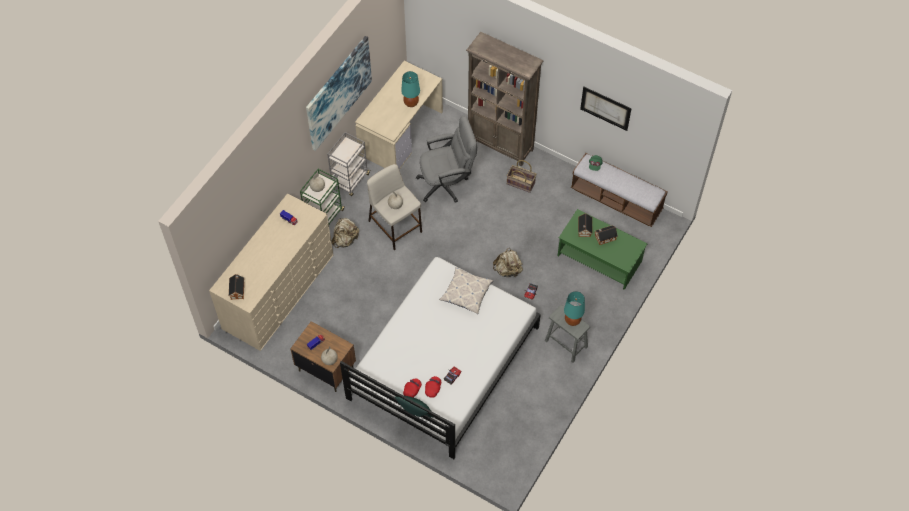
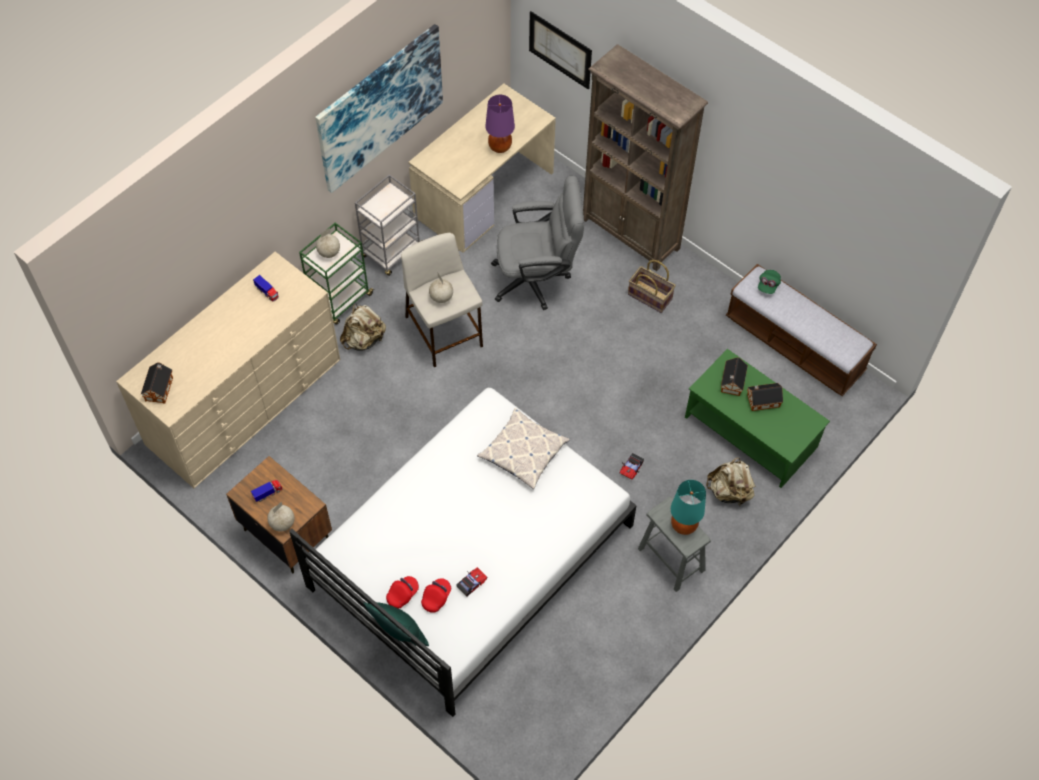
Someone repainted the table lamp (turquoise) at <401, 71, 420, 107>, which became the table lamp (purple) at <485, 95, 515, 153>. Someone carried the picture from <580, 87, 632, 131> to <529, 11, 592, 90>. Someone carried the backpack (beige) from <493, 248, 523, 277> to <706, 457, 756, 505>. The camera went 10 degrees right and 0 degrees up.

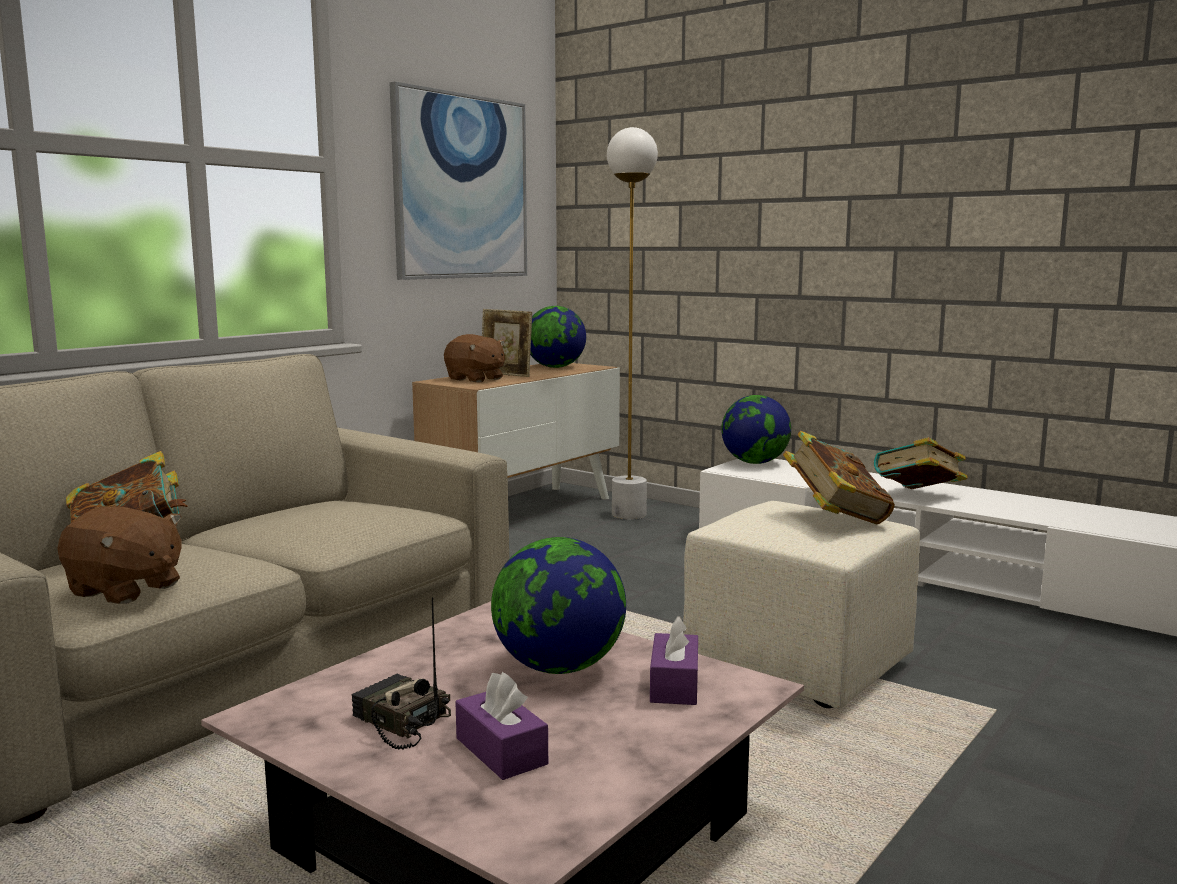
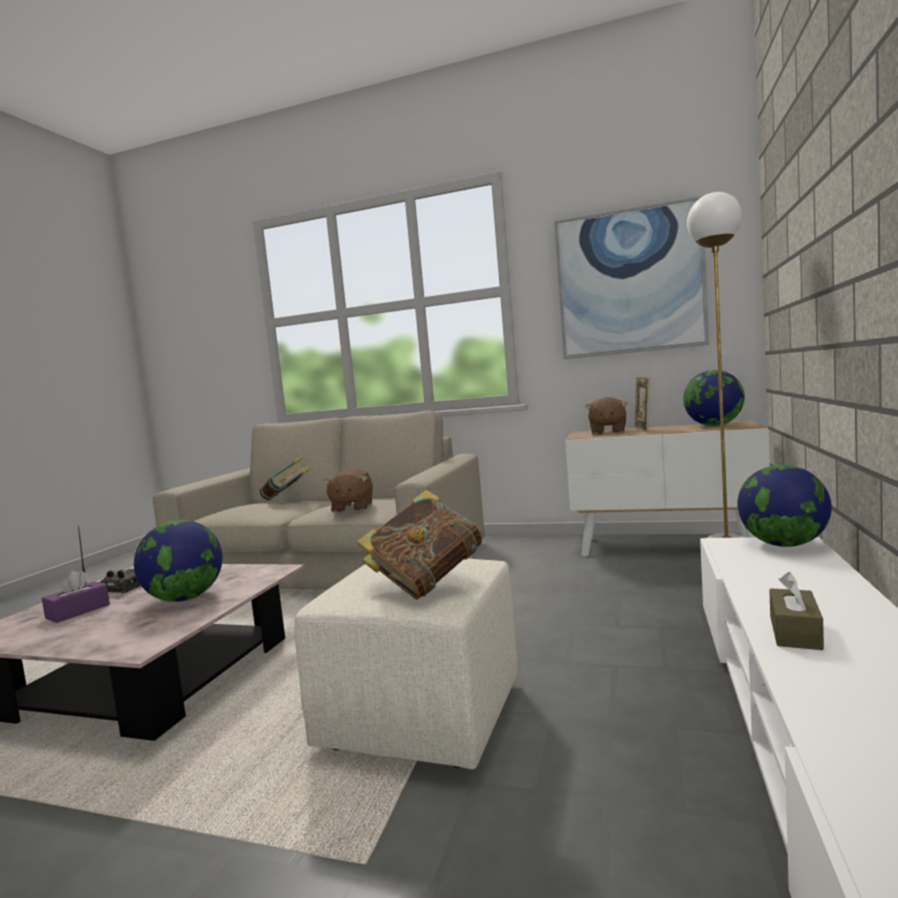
Someone carried the plush toy (brown) from <57, 506, 182, 604> to <323, 468, 373, 513>. Someone swapped the book at <874, 437, 968, 489> for the tissue box (brown) at <769, 572, 824, 650>. Someone took away the tissue box (purple) at <650, 616, 698, 705>. The camera went 70 degrees right and 5 degrees down.

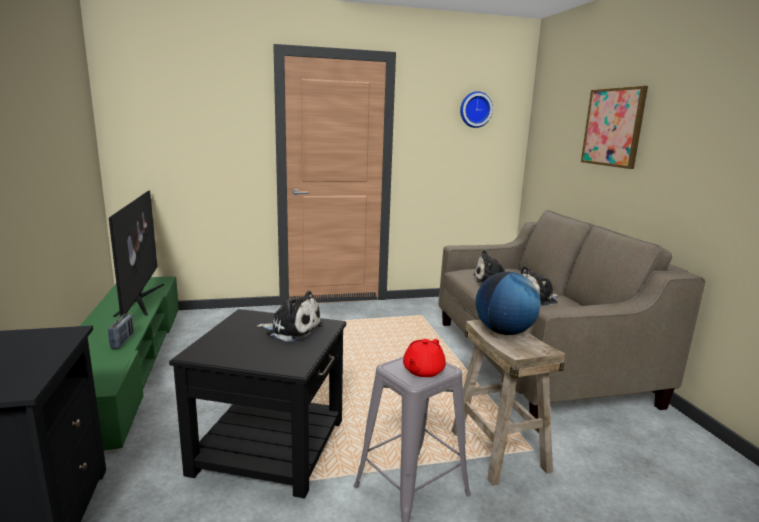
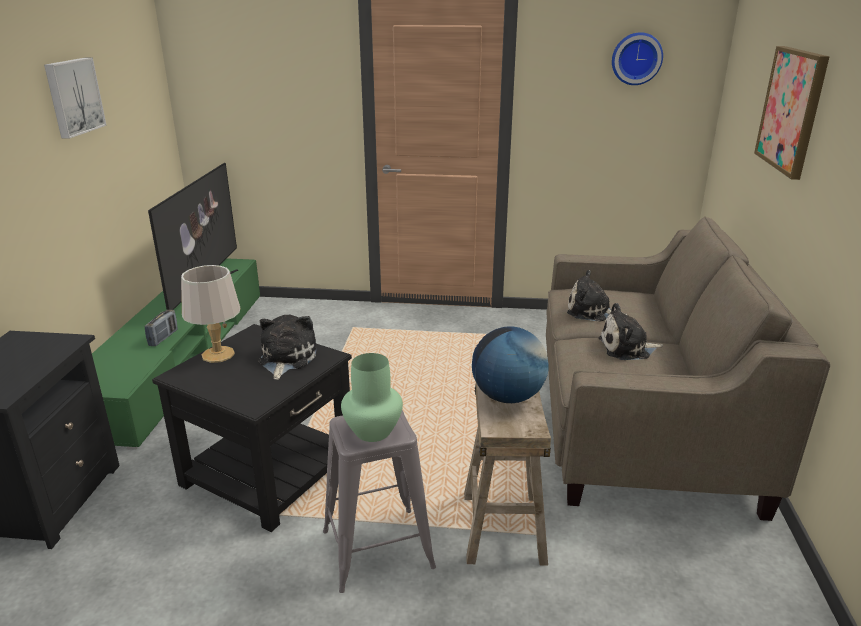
Someone put up the picture at <44, 58, 107, 139>. Someone put down the table lamp (grey) at <181, 265, 240, 363>. Someone rotated the plush toy at <257, 291, 322, 341> by 120 degrees counterclockwise. Someone swapped the teapot (red) at <403, 339, 446, 377> for the vase (green) at <341, 353, 403, 442>. The camera went 20 degrees right and 10 degrees up.

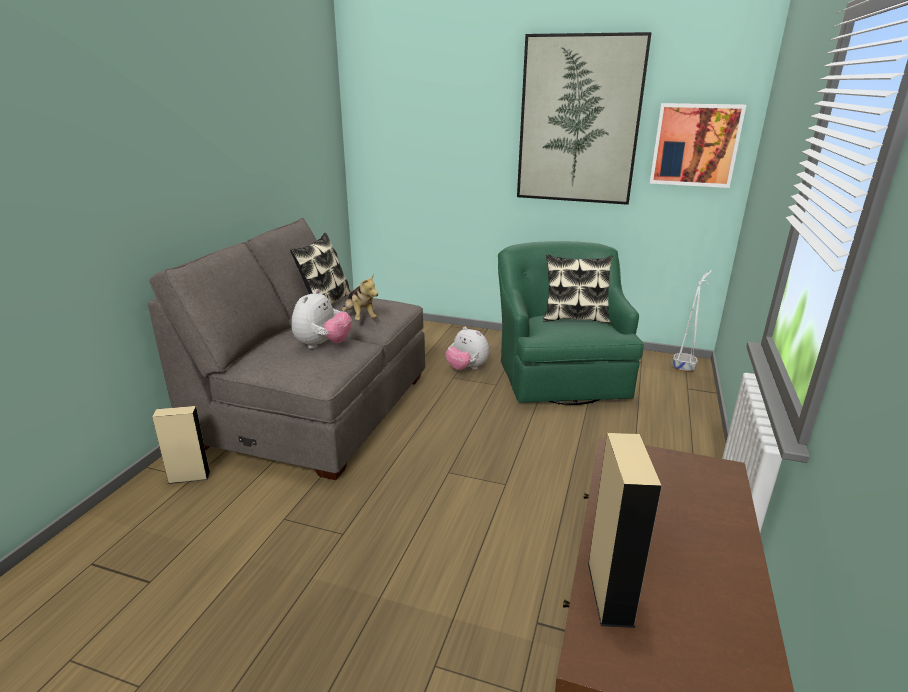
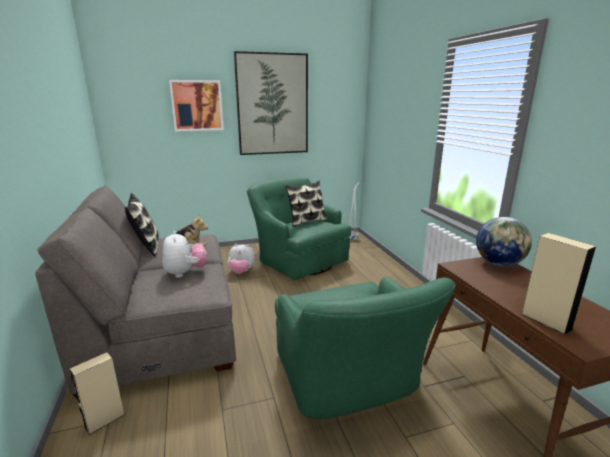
Someone carried the picture from <650, 103, 746, 188> to <169, 80, 224, 131>. Someone put down the armchair (green) at <275, 276, 455, 419>. Someone put down the globe at <476, 217, 532, 266>. The camera went 35 degrees left and 5 degrees down.

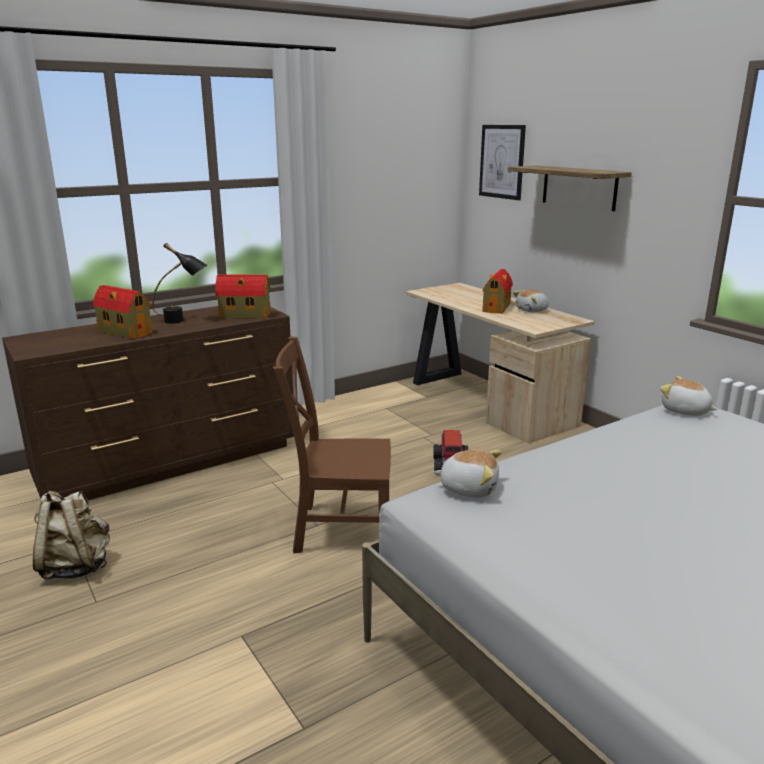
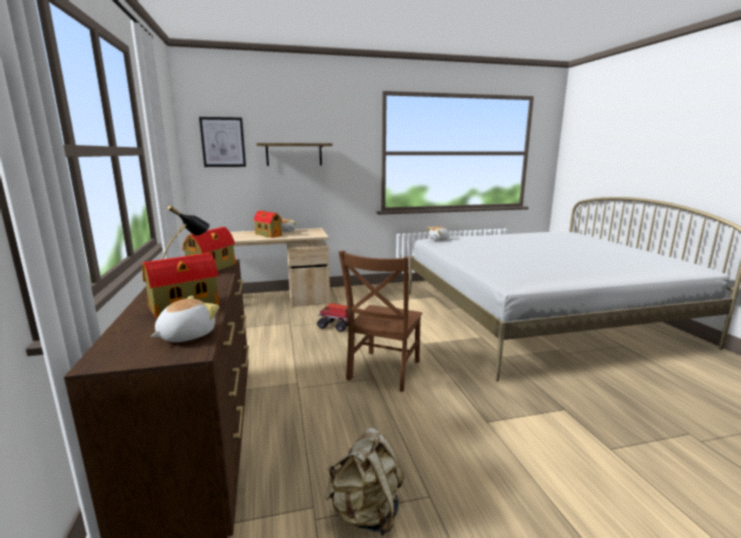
Someone carried the plush toy from <434, 450, 502, 498> to <151, 295, 219, 342>. The camera went 70 degrees left and 5 degrees down.

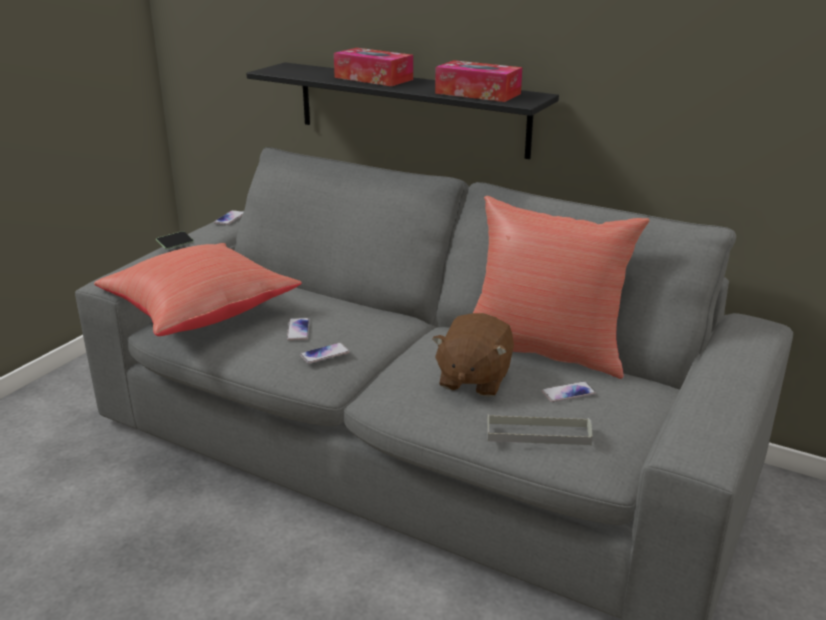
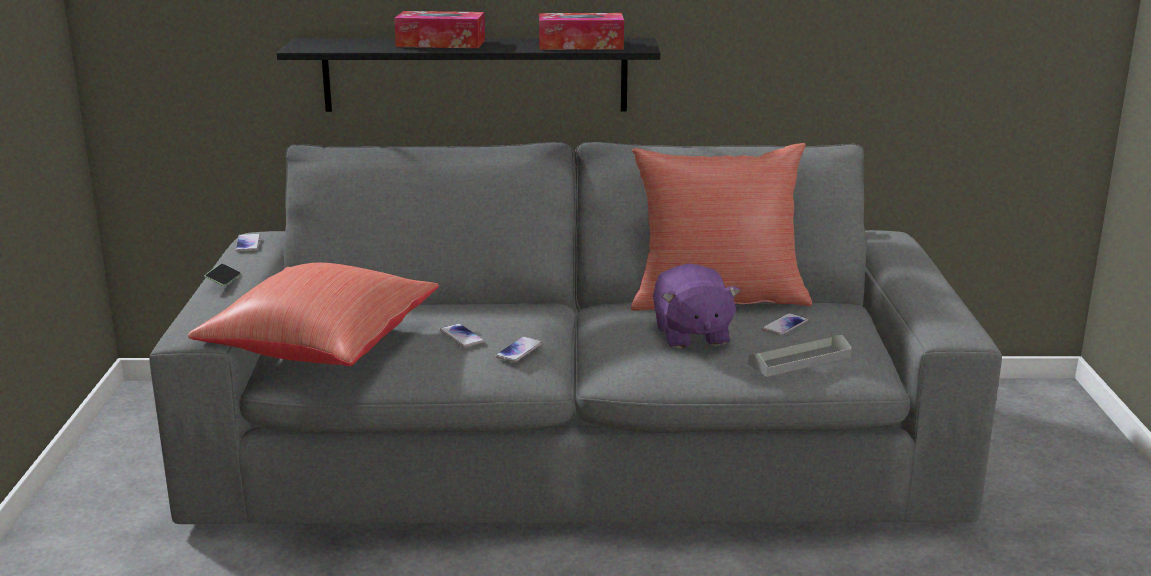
Someone repainted the plush toy (brown) at <432, 313, 514, 397>, which became the plush toy (purple) at <653, 264, 741, 349>. The camera went 30 degrees left and 5 degrees down.

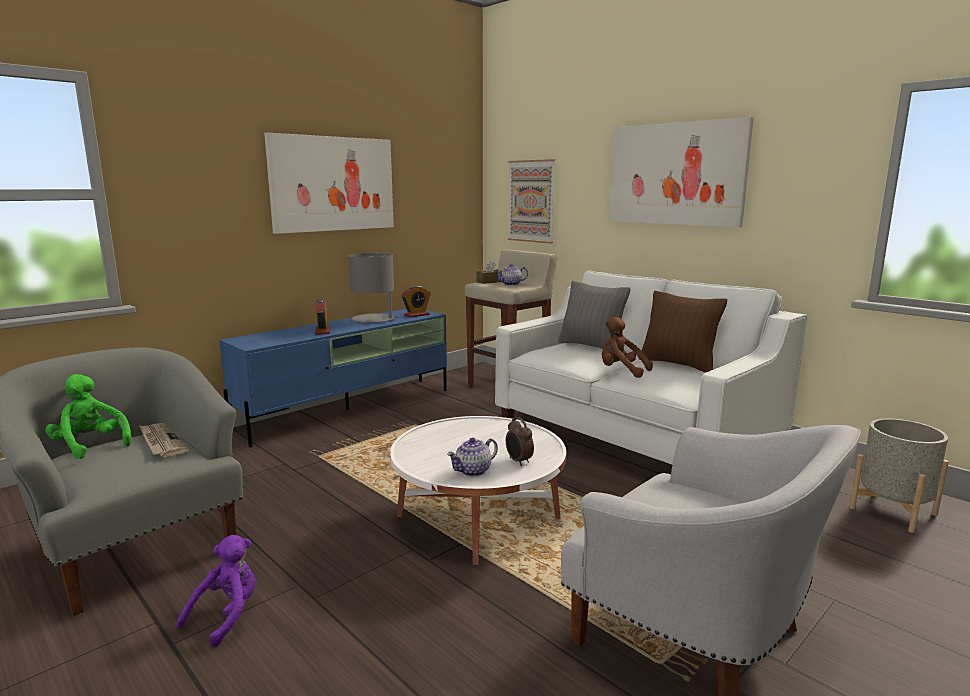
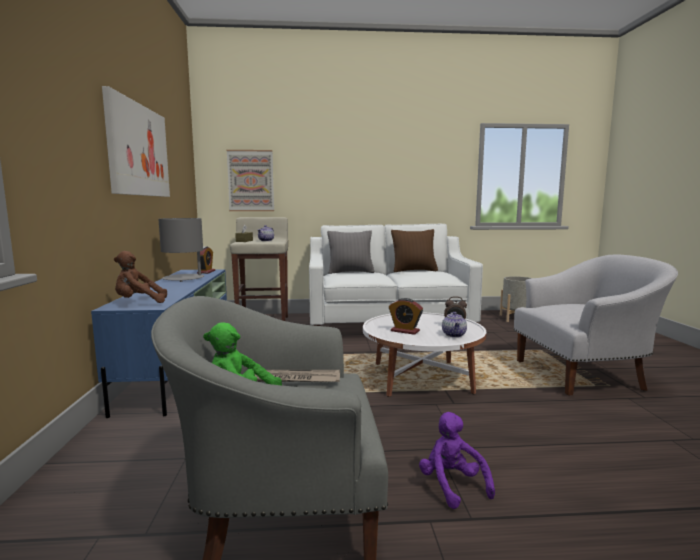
Someone carried the plush toy (brown) from <602, 317, 653, 378> to <114, 251, 167, 303>. Someone carried the alarm clock from <315, 298, 331, 335> to <389, 298, 423, 335>. Someone took away the picture at <609, 117, 754, 228>. The camera went 50 degrees left and 5 degrees down.

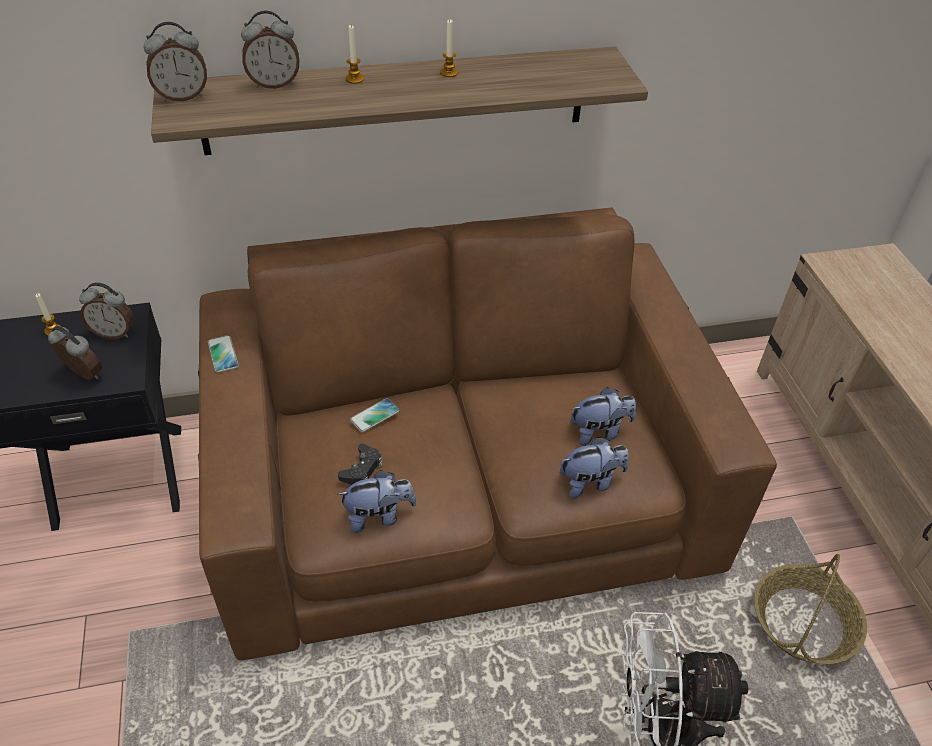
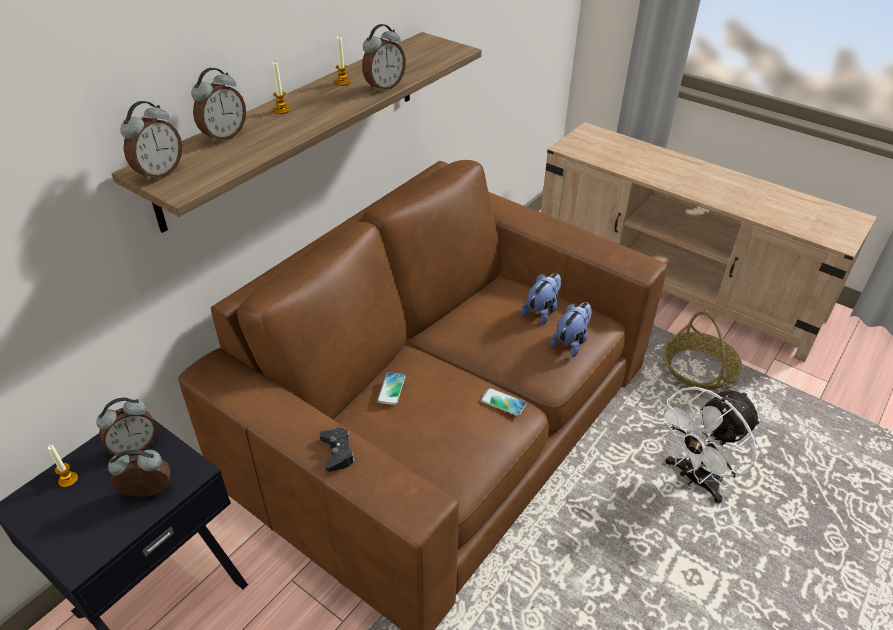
Someone carried the game controller (black) from <338, 443, 383, 485> to <320, 428, 355, 472>. Someone put down the alarm clock at <362, 24, 406, 92>. Someone carried the phone from <208, 335, 239, 373> to <481, 388, 527, 416>. Someone took away the plush toy at <337, 470, 417, 533>. The camera went 40 degrees left and 5 degrees down.

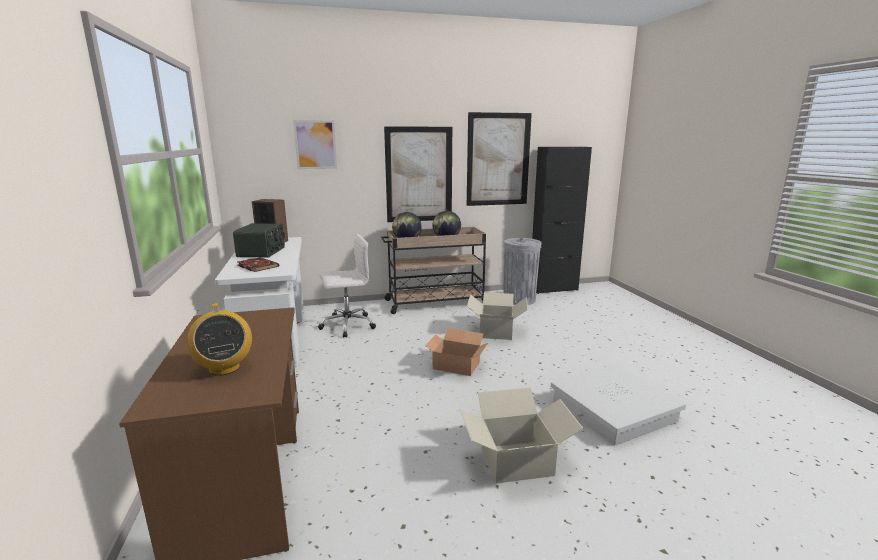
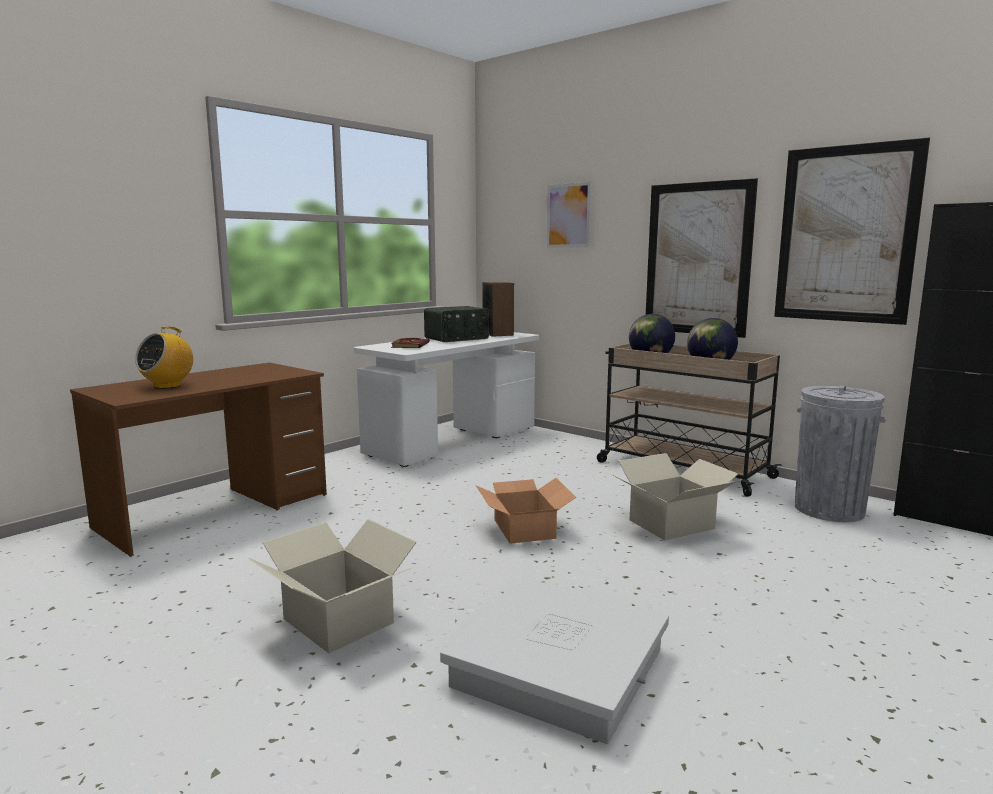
Someone took away the office chair (white) at <318, 234, 376, 338>. The camera went 55 degrees right and 5 degrees down.

